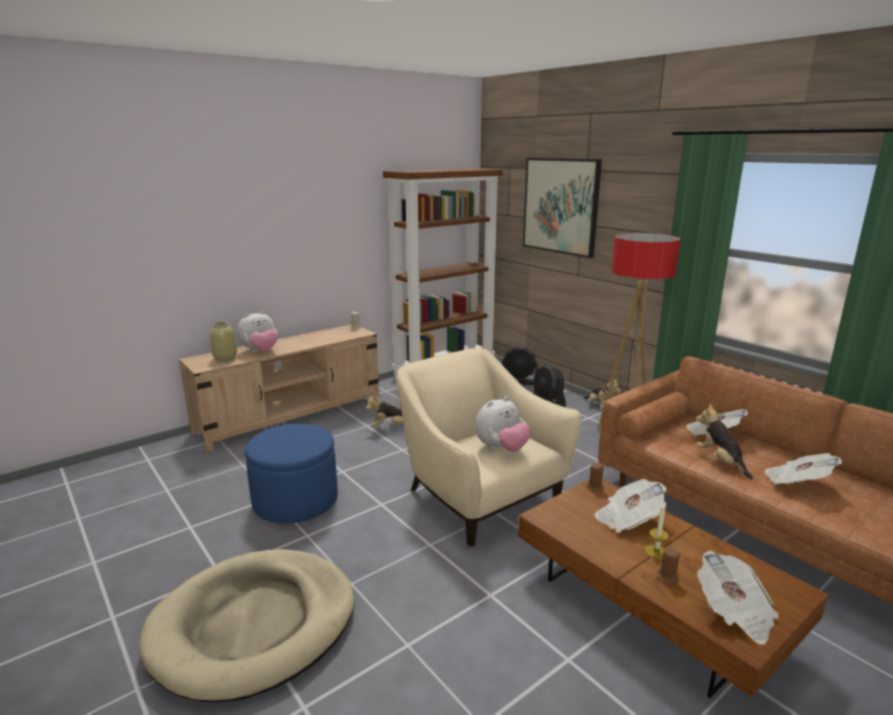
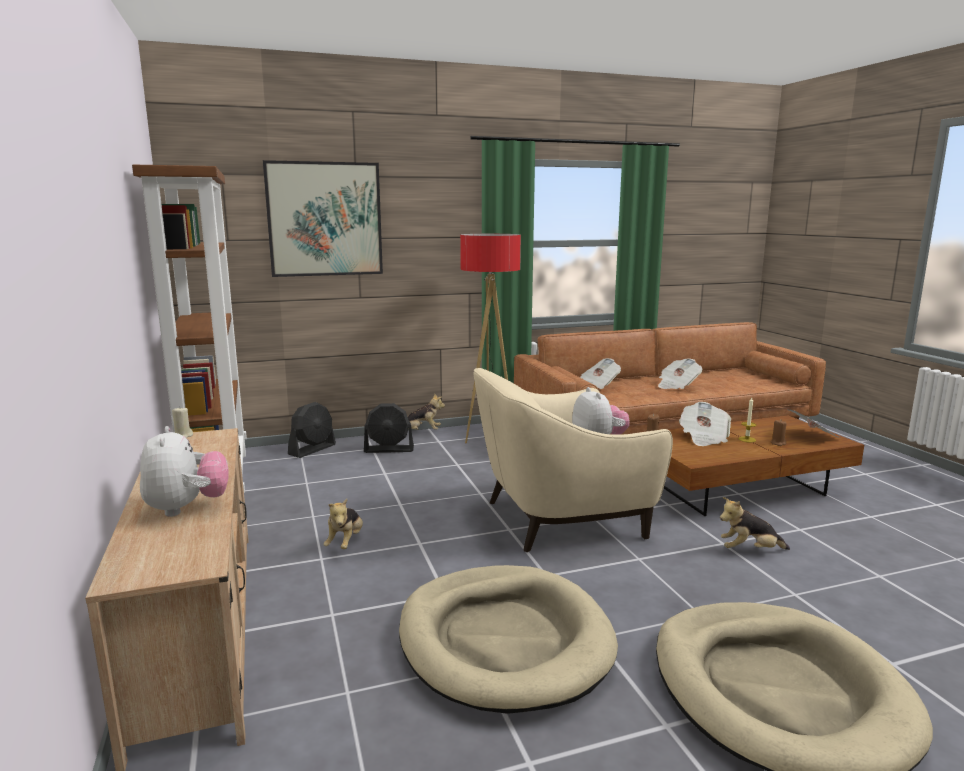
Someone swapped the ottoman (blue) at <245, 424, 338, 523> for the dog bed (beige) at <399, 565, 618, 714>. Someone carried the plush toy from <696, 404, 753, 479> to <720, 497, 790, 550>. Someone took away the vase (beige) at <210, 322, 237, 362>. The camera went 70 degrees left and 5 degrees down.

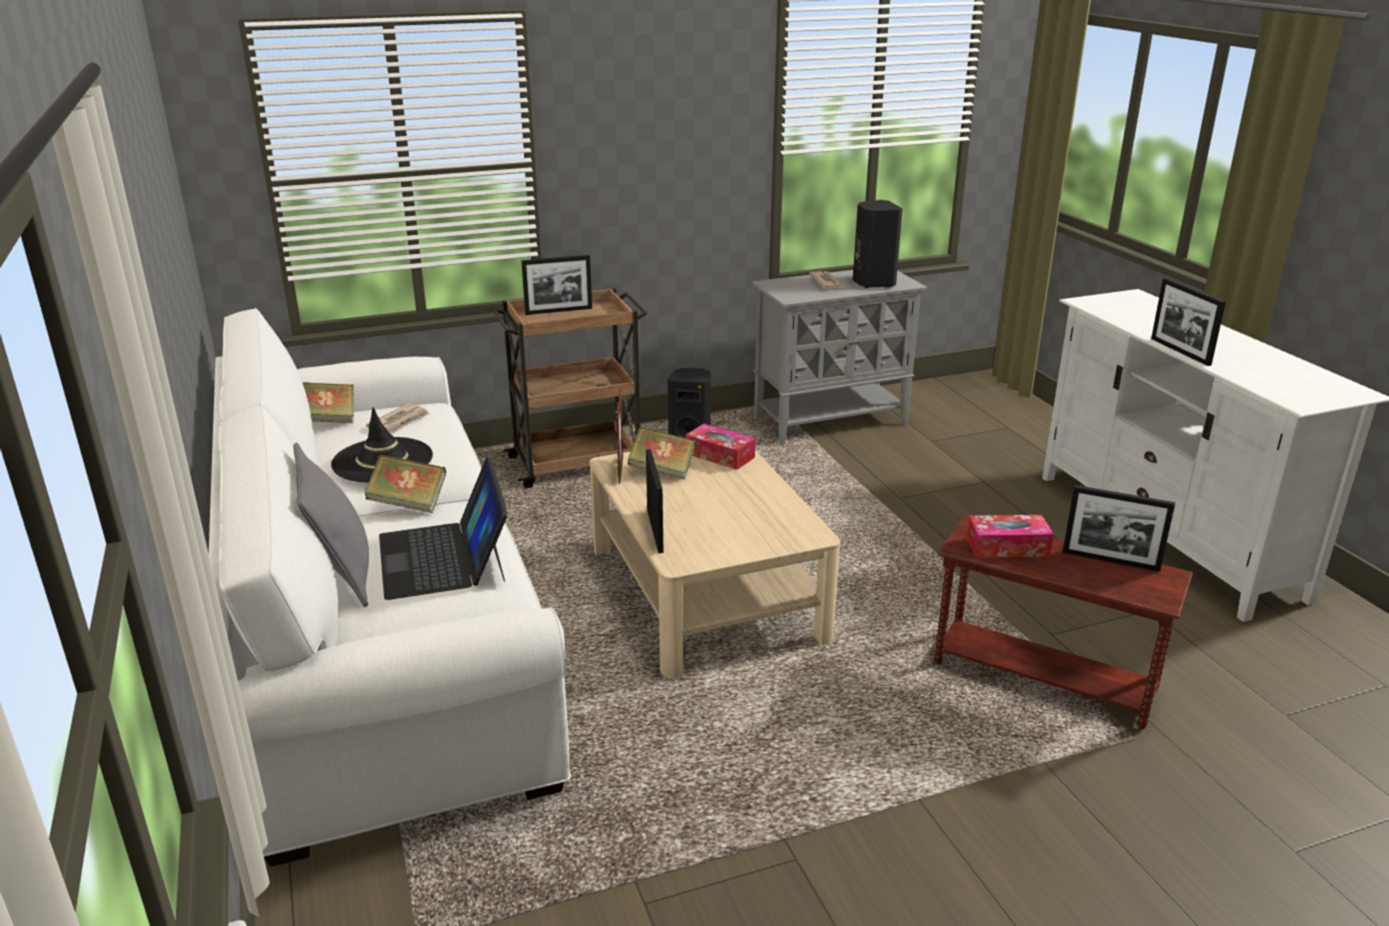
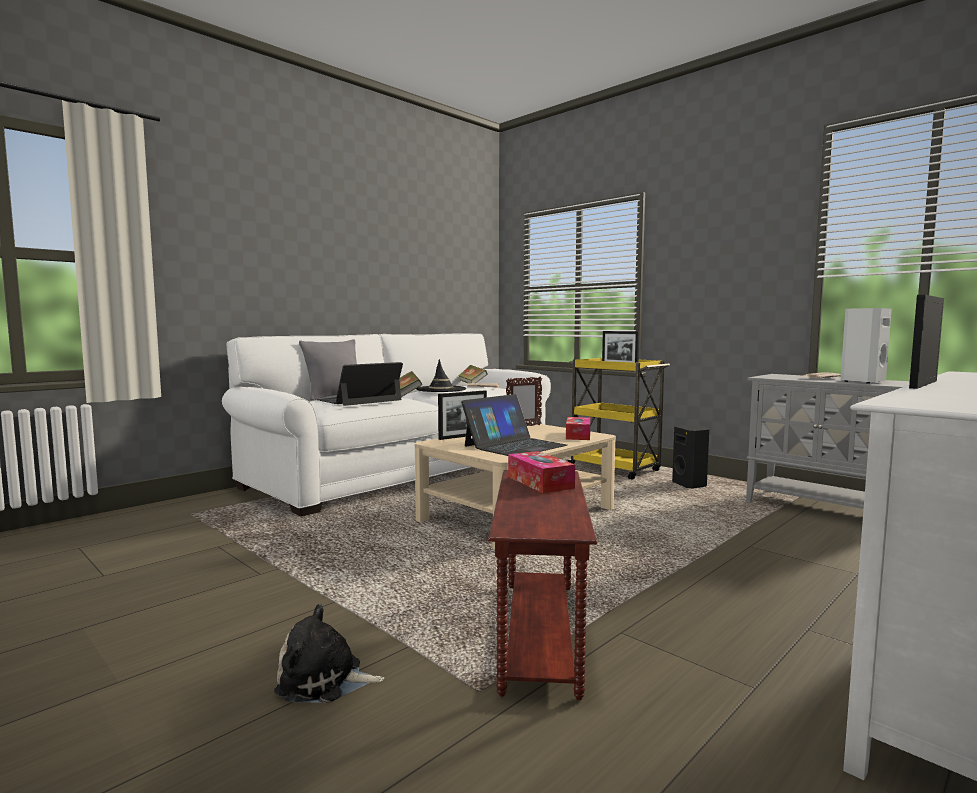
Someone put down the plush toy at <274, 604, 384, 703>. Someone put down the laptop at <461, 394, 567, 456>. Someone repainted the cart (brown) at <492, 288, 647, 489>, which became the cart (yellow) at <567, 358, 670, 480>. Someone repainted the speaker (black) at <853, 200, 903, 288>, which became the speaker (white) at <840, 308, 892, 384>. Someone took away the book at <628, 426, 696, 479>. Someone took away the picture frame at <1063, 485, 1175, 572>. The camera went 65 degrees right and 20 degrees down.

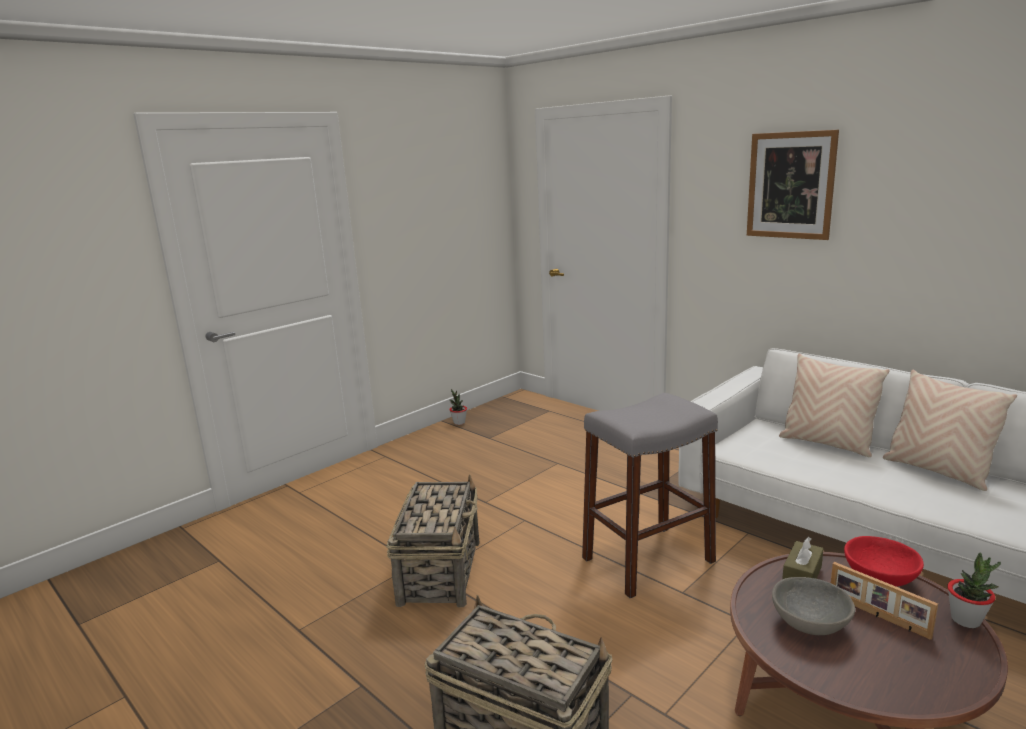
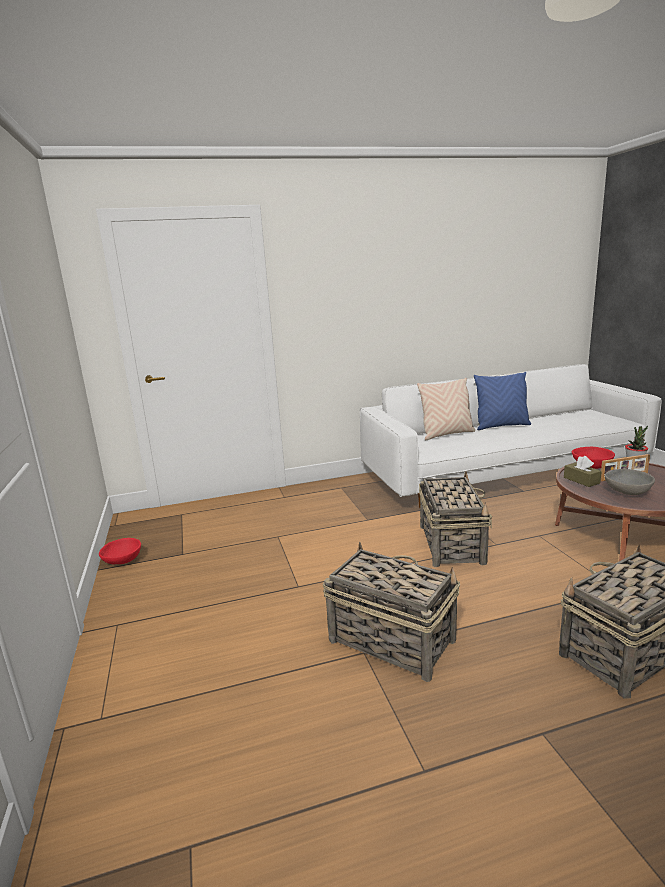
Someone swapped the potted plant at <449, 389, 467, 425> for the bowl (red) at <99, 538, 141, 564>. Someone swapped the stool (grey) at <582, 393, 718, 598> for the basket at <419, 472, 493, 567>. Someone repainted the pillow (beige) at <883, 370, 1017, 491>, which became the pillow (blue) at <474, 372, 531, 430>. Someone took away the picture at <747, 130, 839, 240>. The camera went 60 degrees left and 0 degrees up.

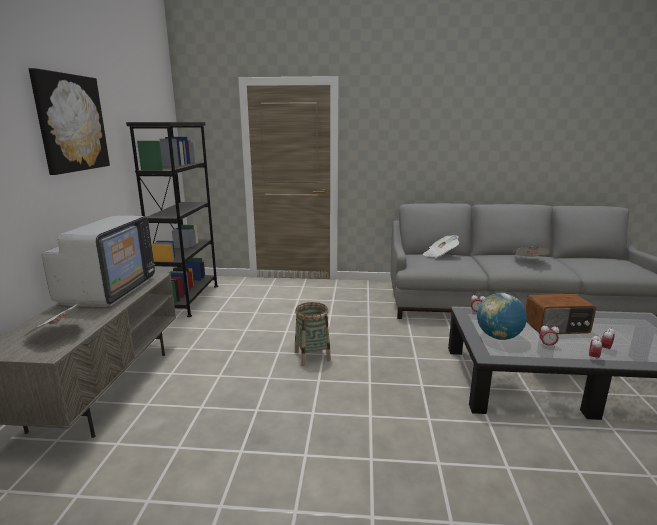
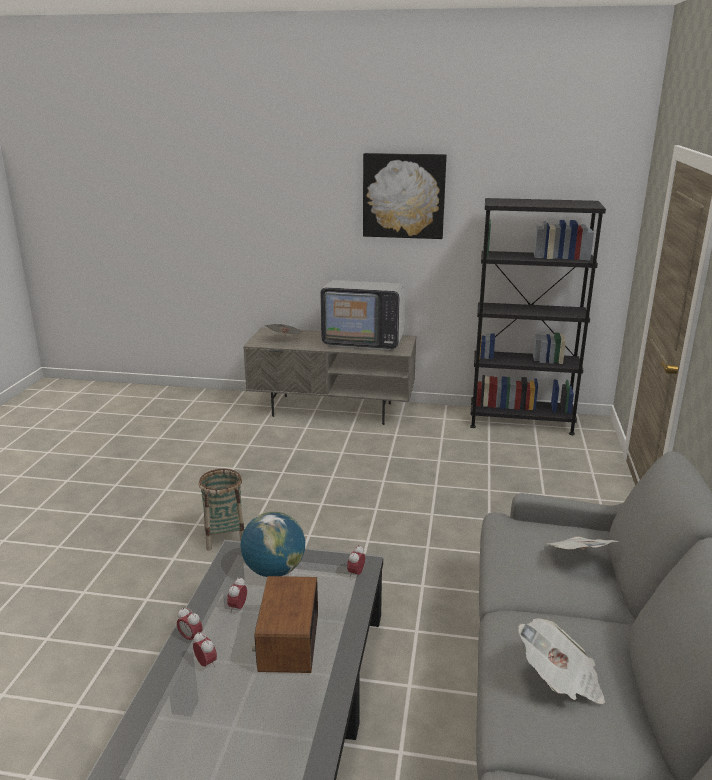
Someone carried the basket from <295, 302, 331, 366> to <199, 469, 244, 551>. The camera went 95 degrees right and 5 degrees up.

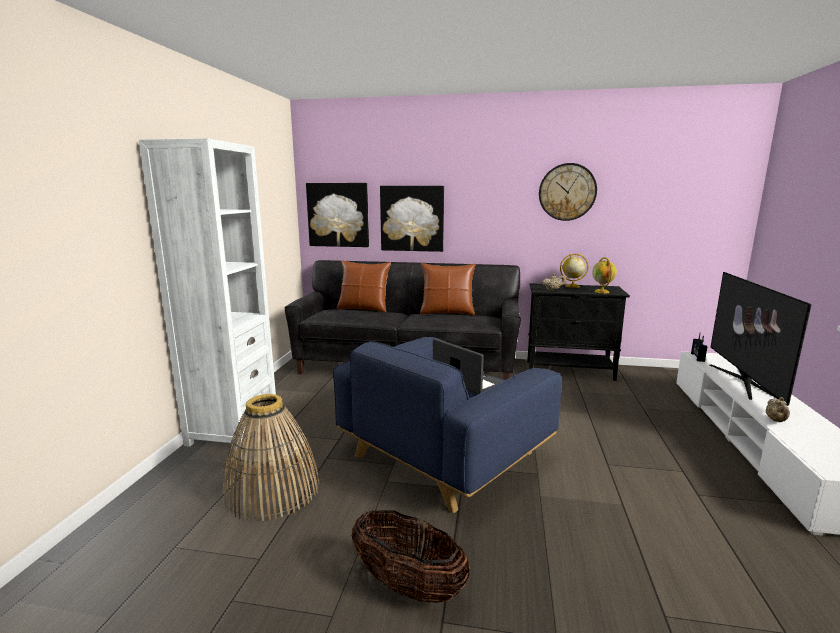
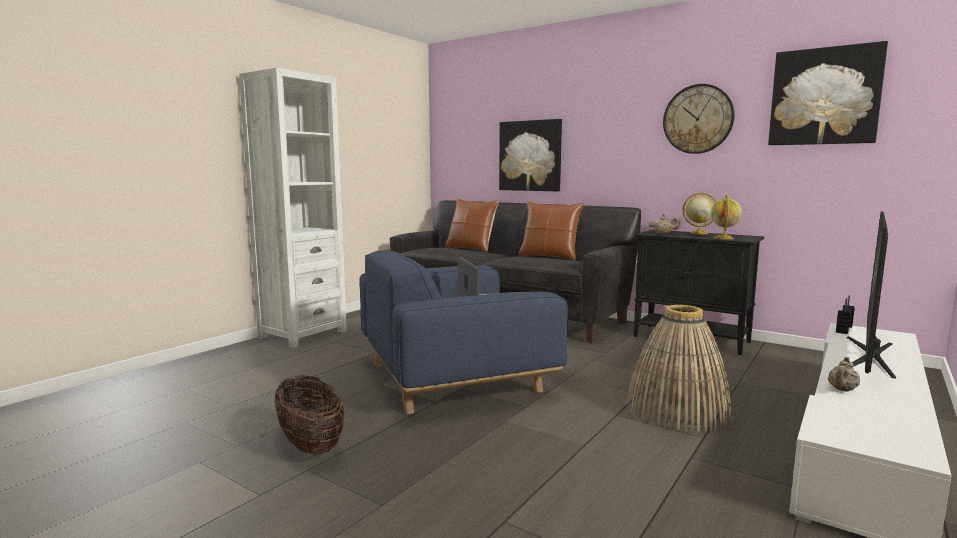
Someone carried the basket from <223, 394, 319, 522> to <627, 305, 731, 433>. Someone carried the picture from <306, 183, 369, 247> to <768, 41, 888, 145>. The camera went 25 degrees right and 5 degrees down.

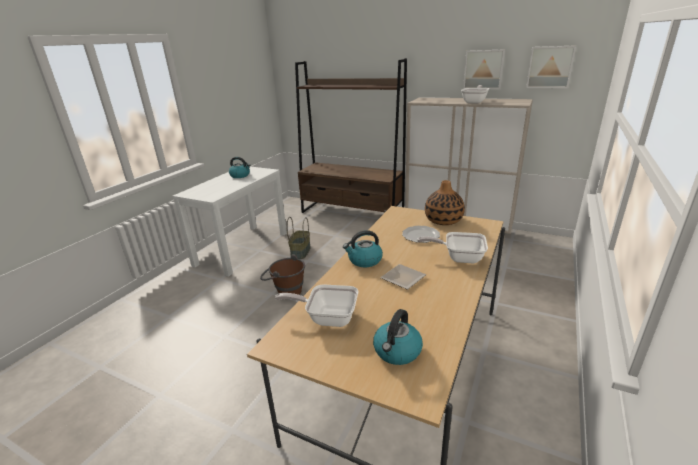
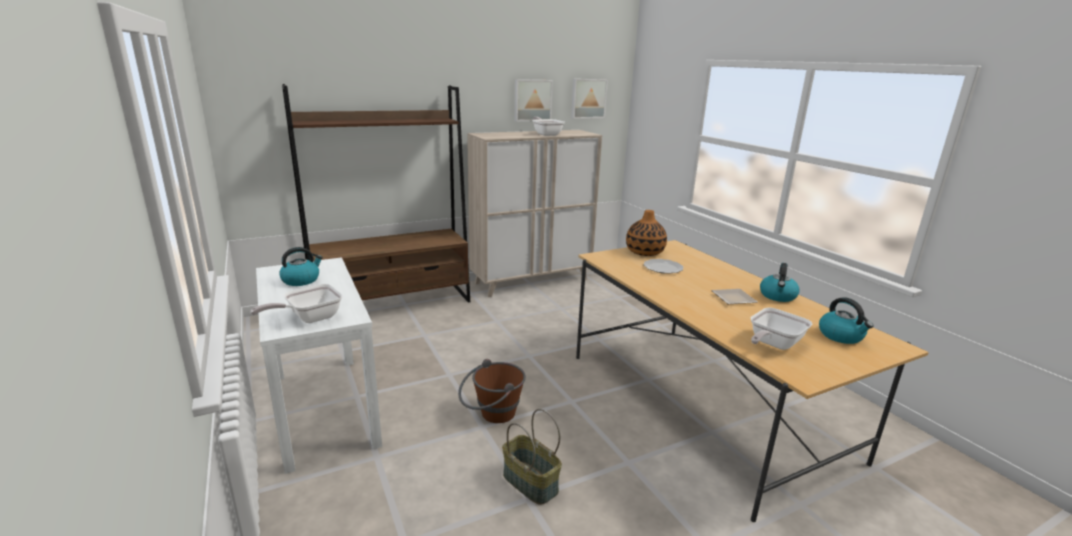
Someone carried the frying pan from <417, 232, 488, 263> to <250, 284, 343, 323>. Someone carried the basket from <286, 217, 311, 259> to <502, 409, 562, 505>. Someone carried the kettle from <343, 230, 383, 267> to <760, 263, 800, 302>. The camera went 55 degrees left and 5 degrees down.

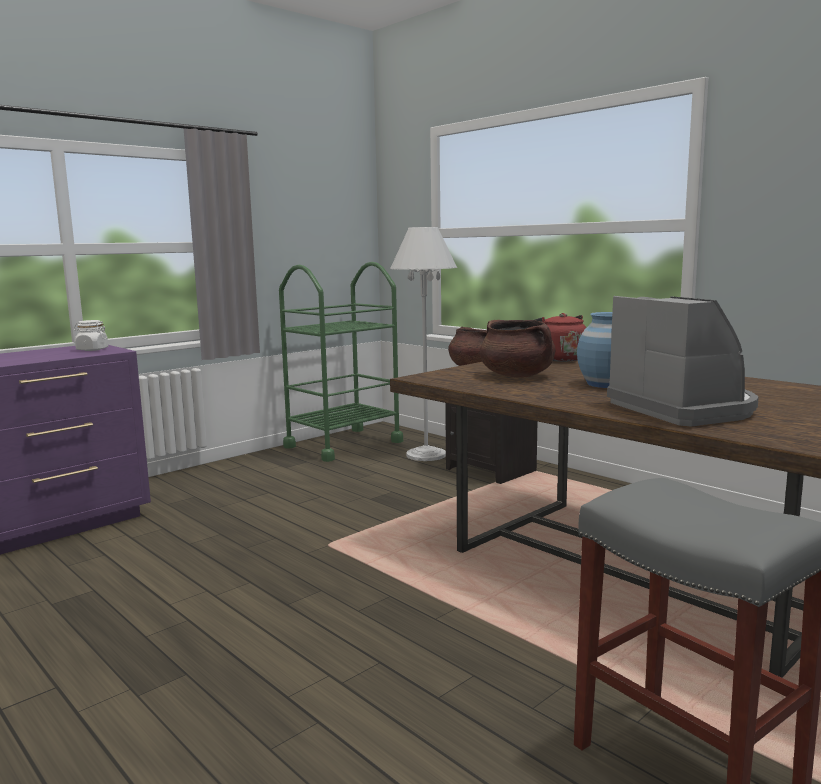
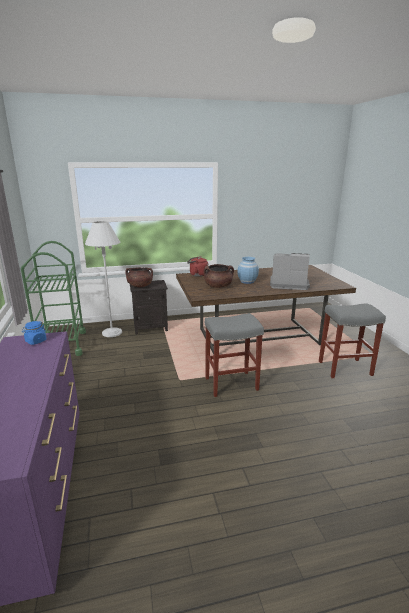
Someone repainted the jar (white) at <74, 320, 108, 351>, which became the jar (blue) at <22, 321, 47, 345>. Someone put down the stool (grey) at <205, 313, 264, 397>. The camera went 60 degrees left and 10 degrees up.

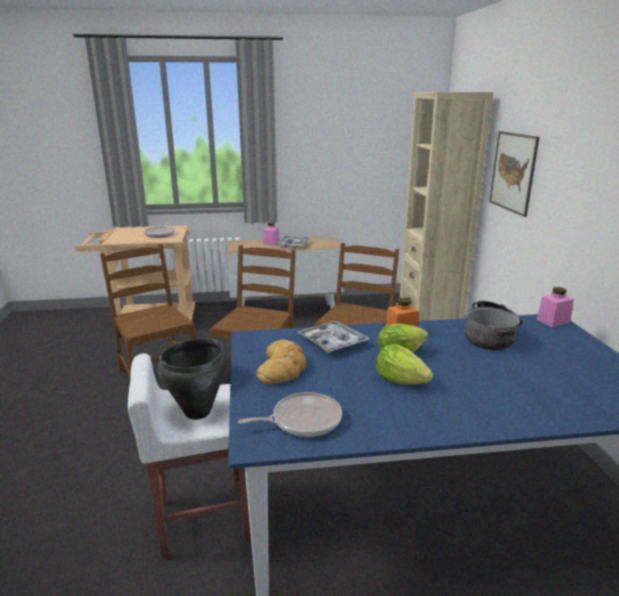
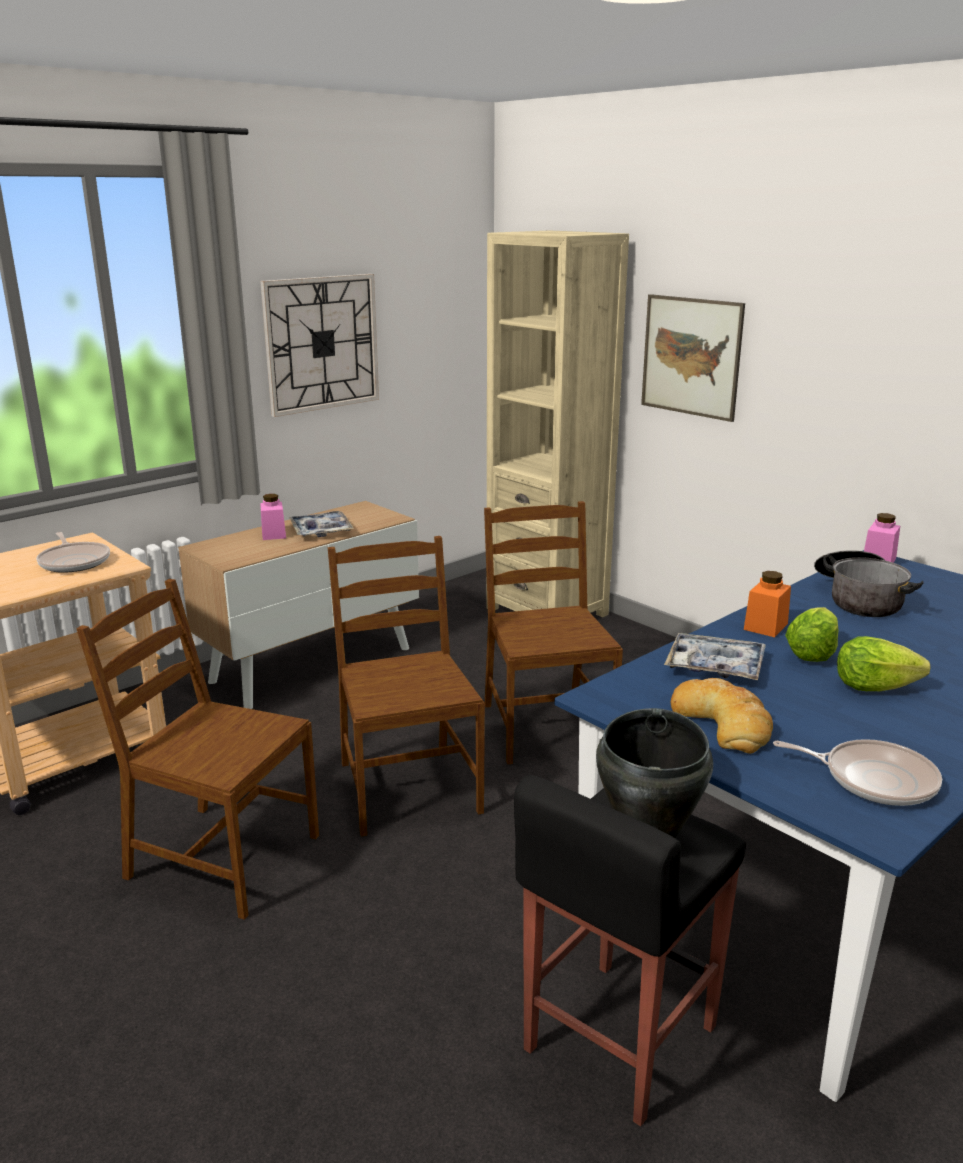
Someone put up the wall clock at <260, 274, 379, 417>. Someone repainted the stool (white) at <128, 353, 251, 560>, which became the stool (black) at <514, 775, 746, 1126>. Someone rotated the frying pan at <238, 392, 342, 437> by 75 degrees clockwise. The camera went 35 degrees left and 0 degrees up.

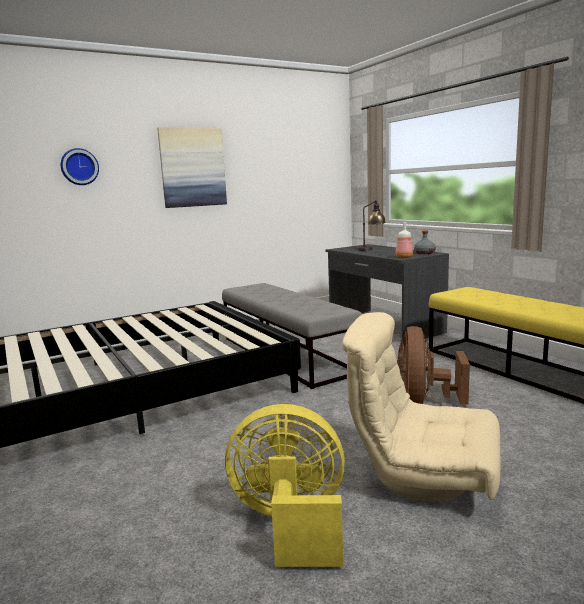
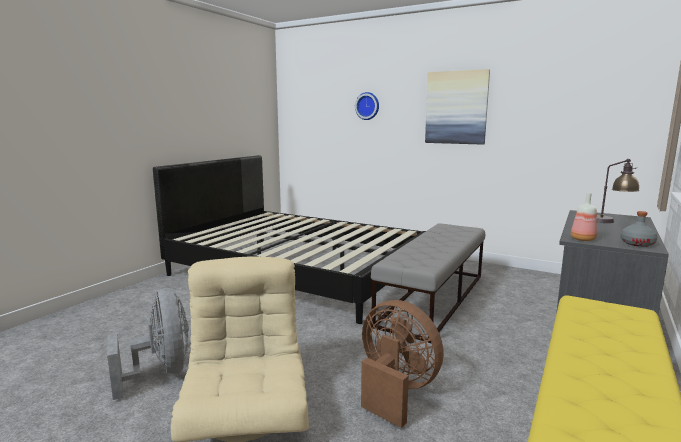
Someone repainted the fan (yellow) at <225, 404, 345, 567>, which became the fan (grey) at <107, 288, 189, 400>. Someone rotated the fan (brown) at <397, 326, 470, 405> by 60 degrees clockwise. The camera went 60 degrees right and 0 degrees up.

